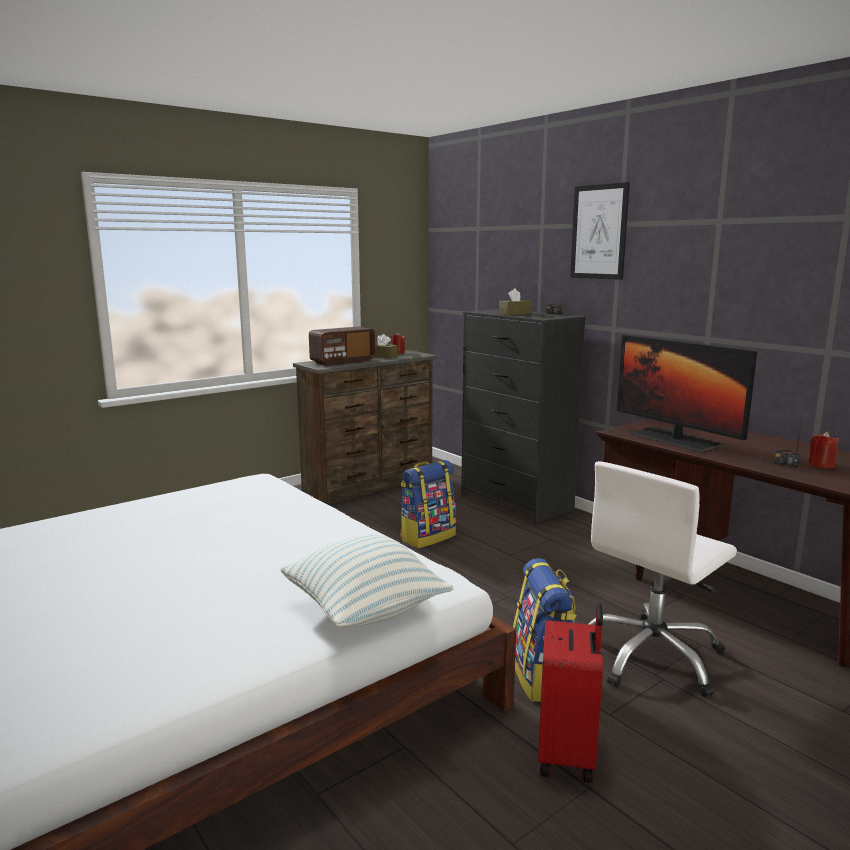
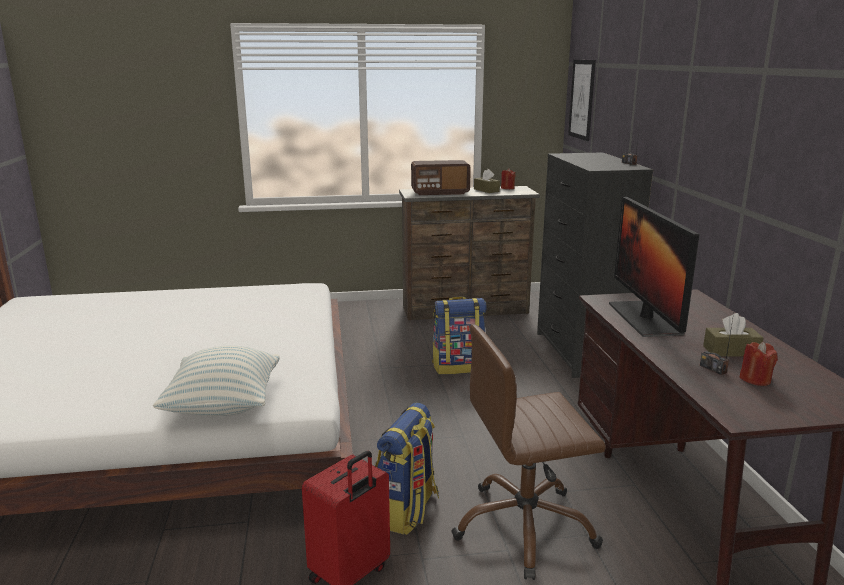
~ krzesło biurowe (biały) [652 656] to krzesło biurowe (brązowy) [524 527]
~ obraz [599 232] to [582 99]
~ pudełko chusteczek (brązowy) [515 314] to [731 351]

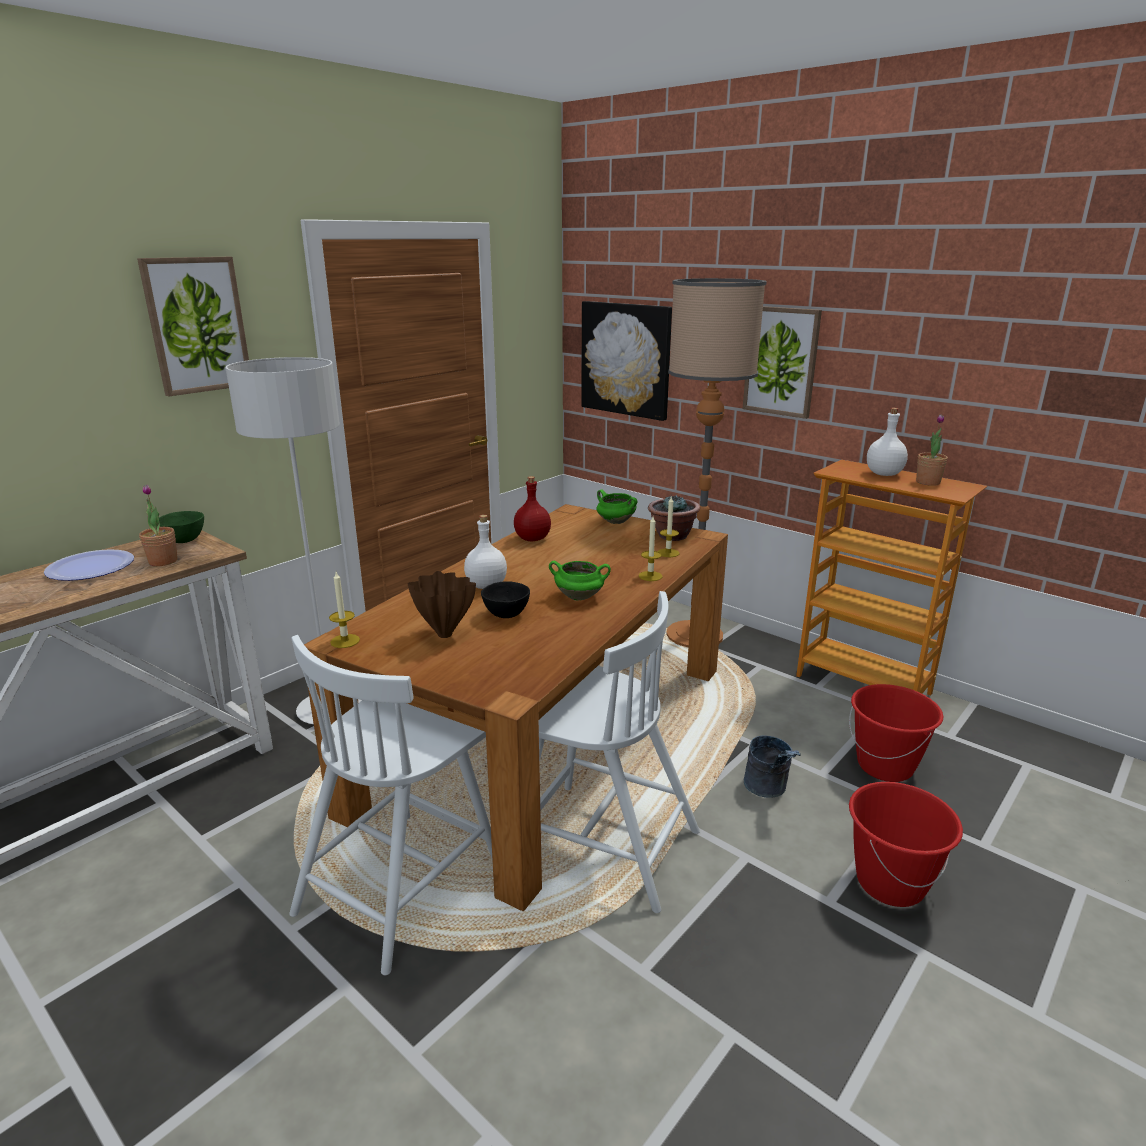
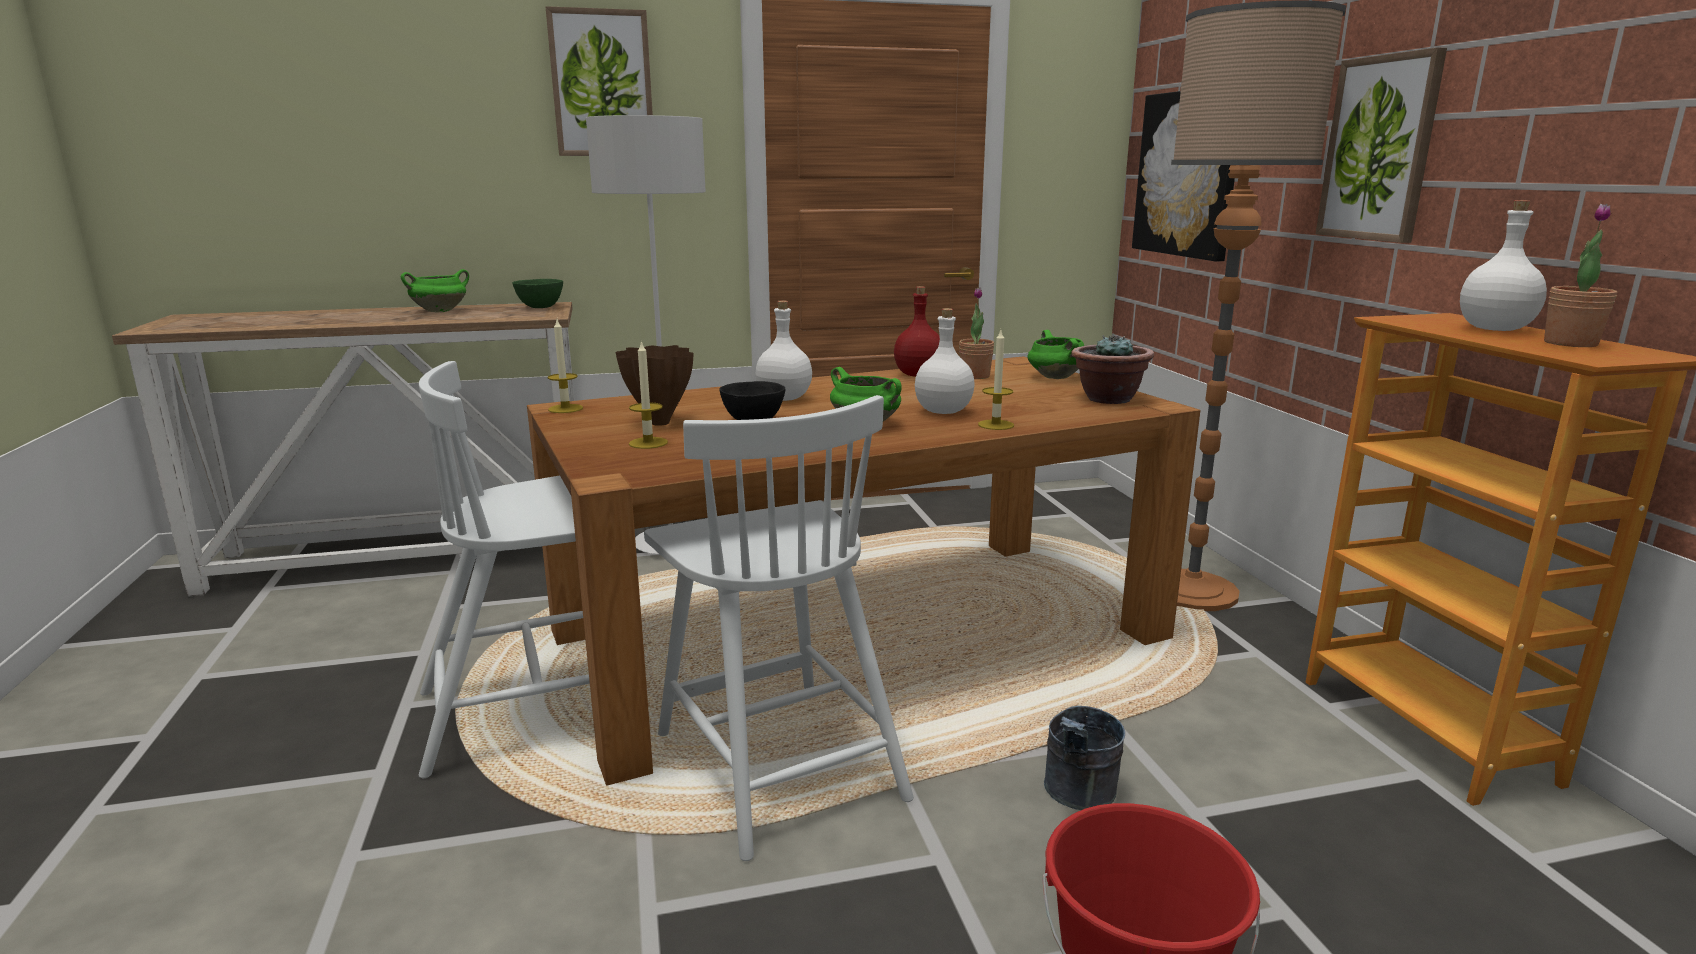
~ talerz [90 567] to garnek (zielony) [440 311]
~ świeca [668 553] to [648 443]
+ butelka (biały) [944 412]
~ roślina doniczkowa [163 561] to [975 376]
- wiadro (czerwony) [885 766]

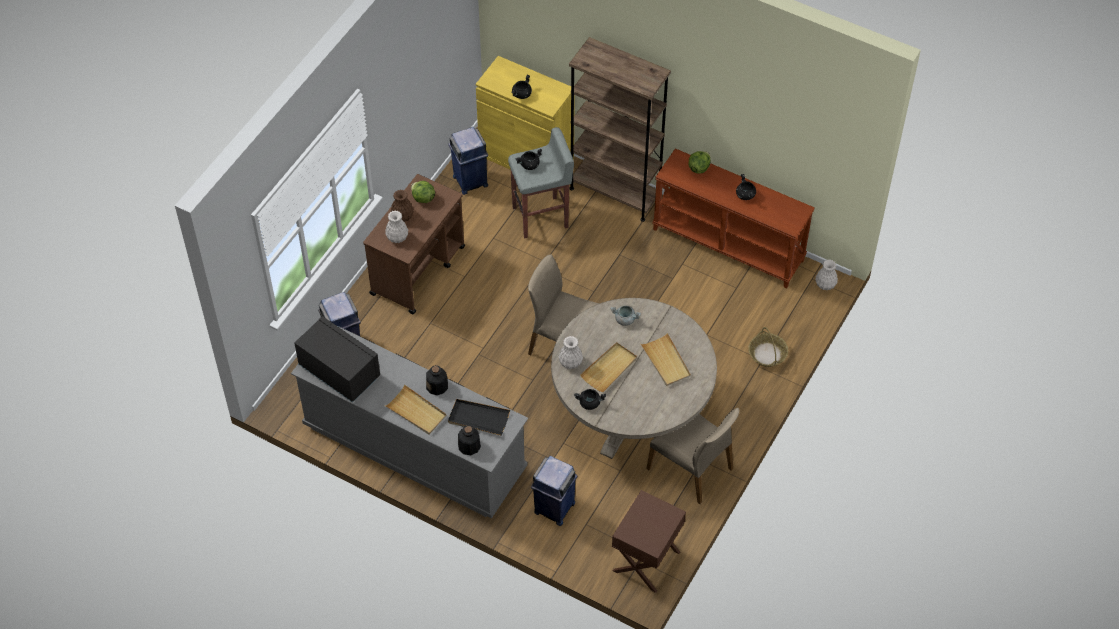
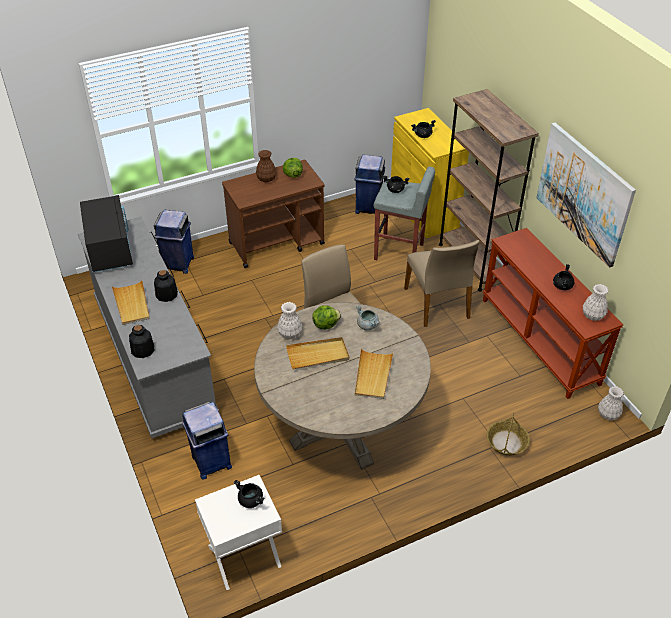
~ szafka nocna (brązowy) [647 562] to szafka nocna (biały) [244 556]
~ garnek (czarny) [589 403] to [251 500]
~ sałata [699 168] to [325 324]
~ krzesło (beżowy) [691 468] to [437 303]
+ obraz [583 193]
~ wazon (biały) [397 237] to [592 315]
- taca (czarny) [478 418]

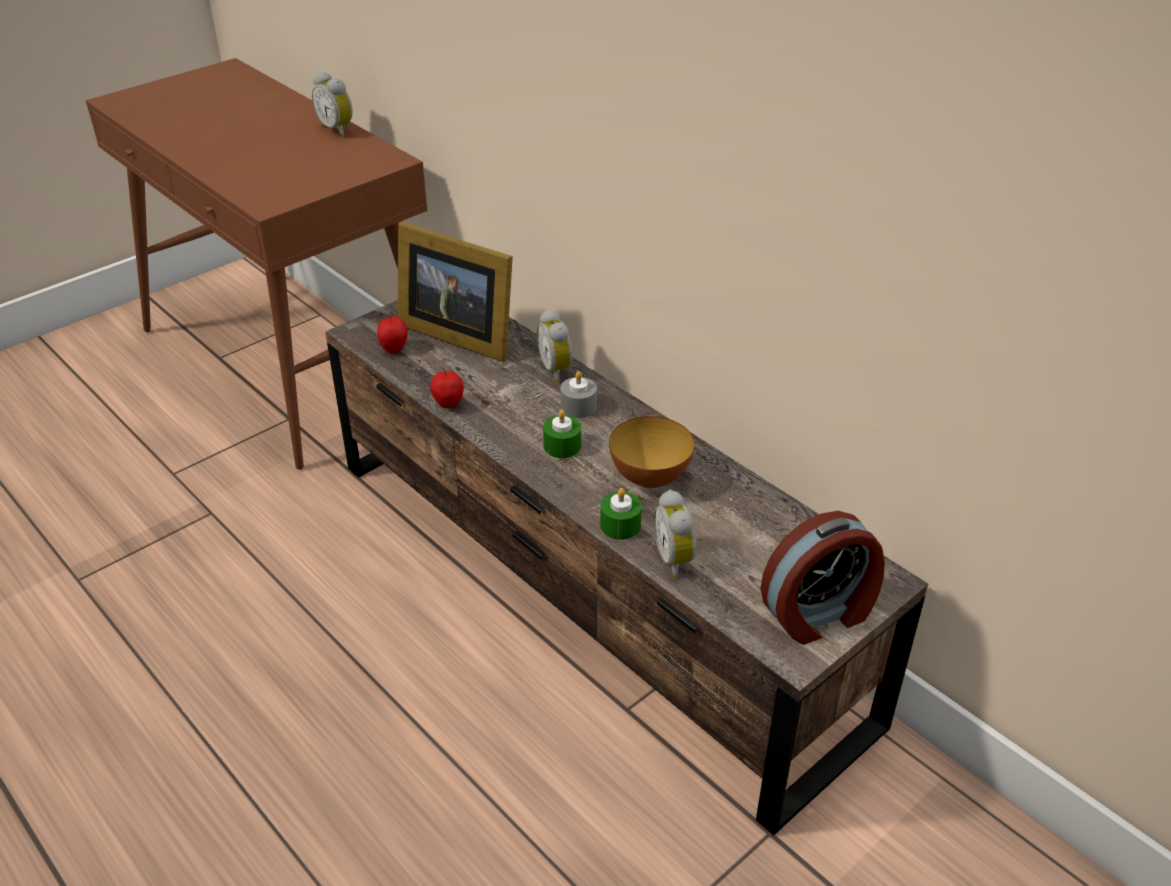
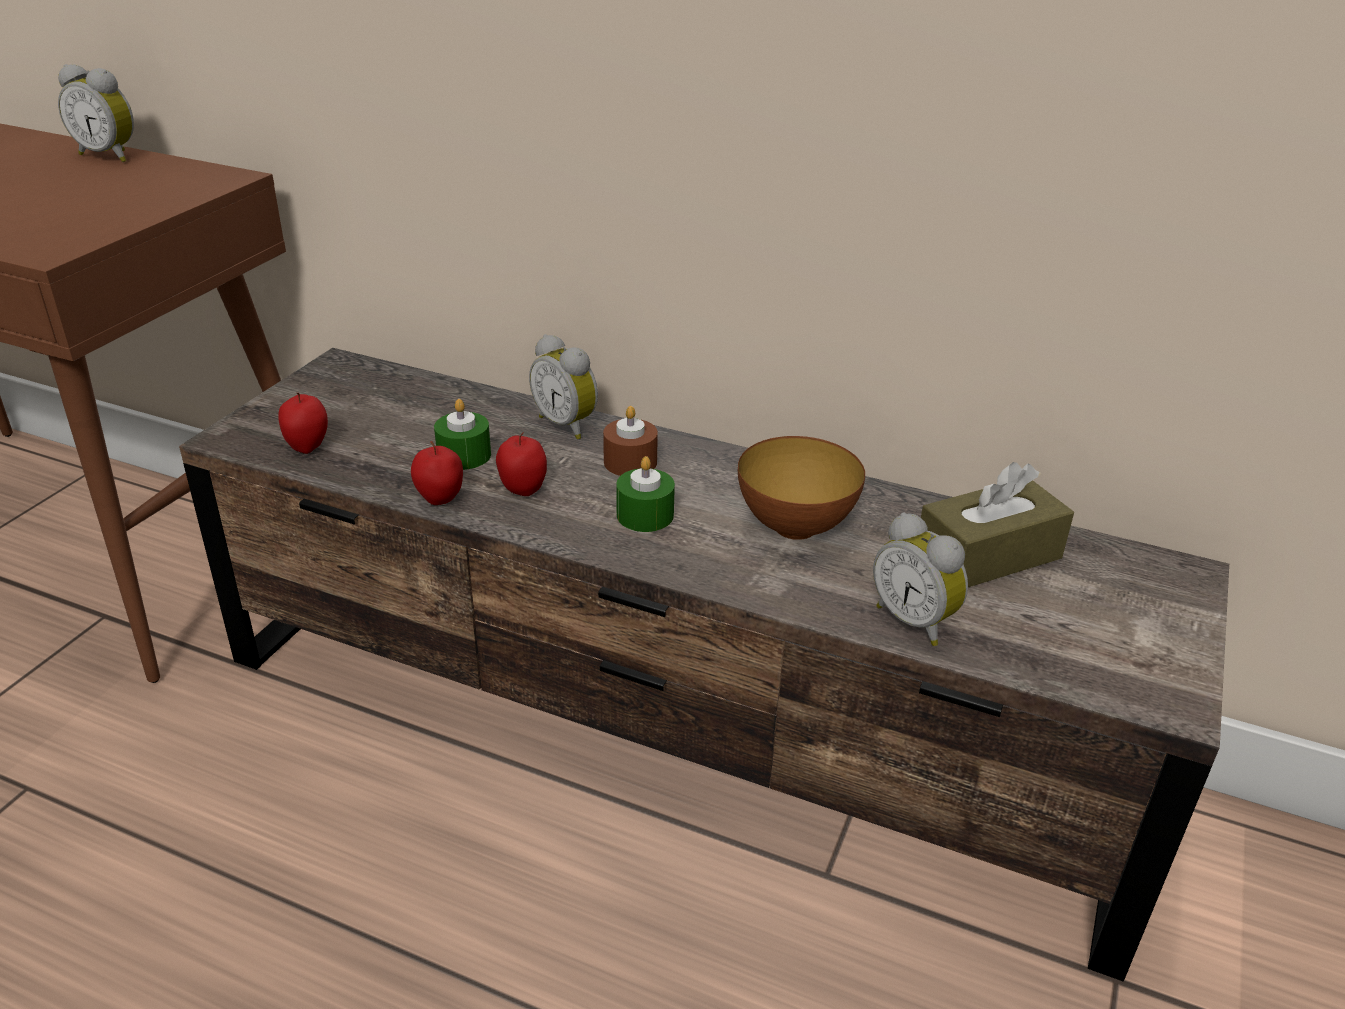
~ świeca (zielony) [620 525] to [464 455]
+ jabłko [523 490]
~ świeca (szary) [578 407] to świeca (brązowy) [630 462]
+ pudełko chusteczek (brązowy) [988 555]
- ramka na zdjęcie [457 333]
- budzik [819 614]

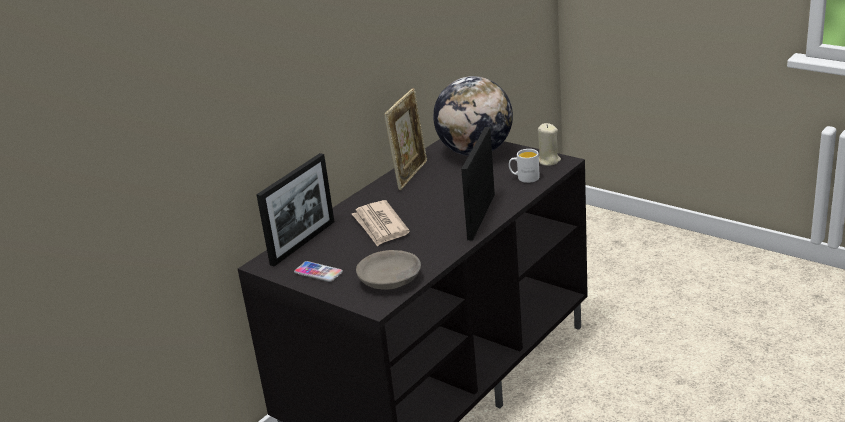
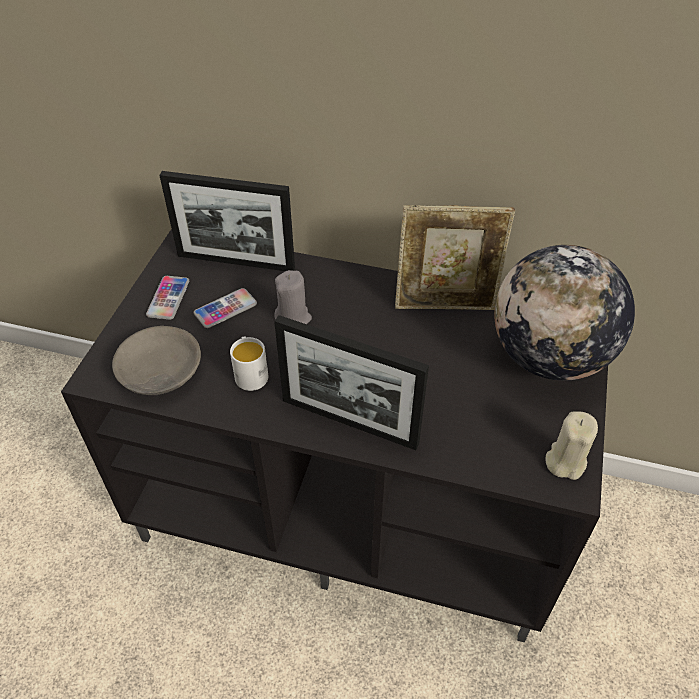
+ telefon [225 309]
~ kubek (biały) [524 178] to [250 373]
~ gazeta [380 226] to świeca (szary) [293 318]
~ ramka na zdjęcie [481 216] = [349 422] 150 degrees counterclockwise

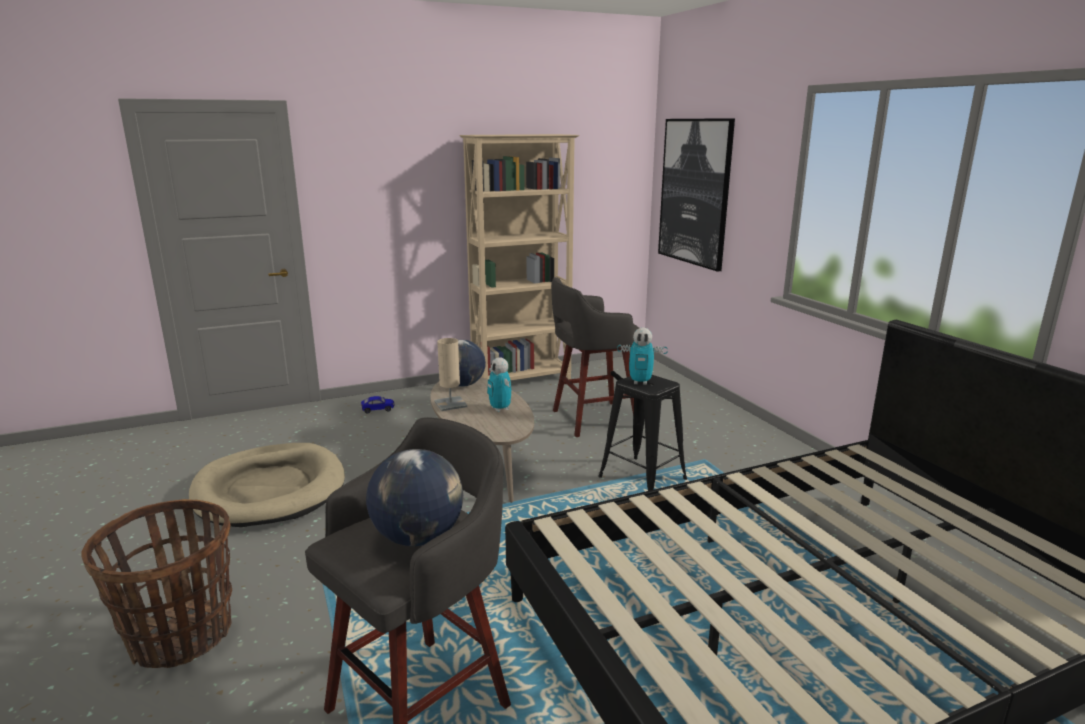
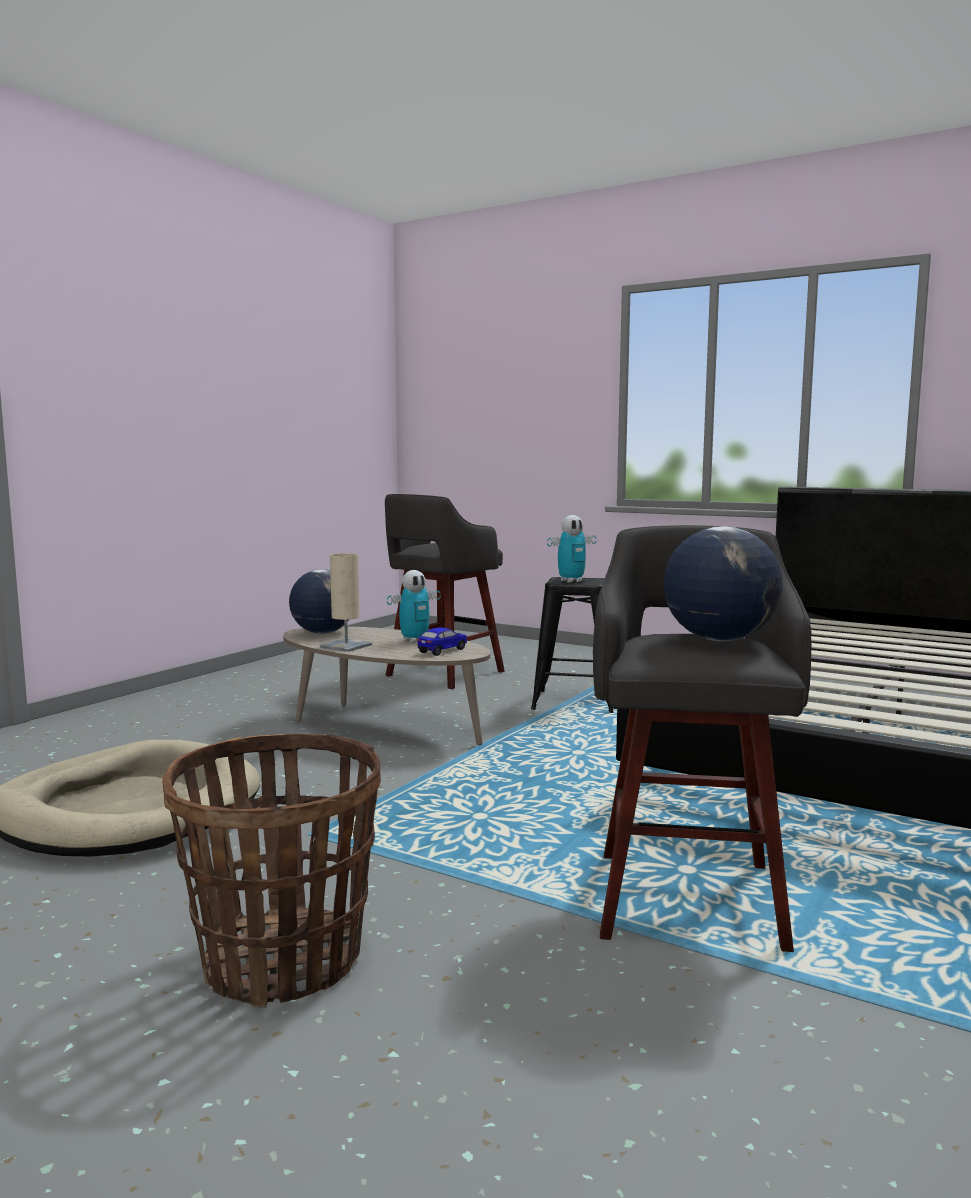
~ robot zabawkowy [500 409] = [414 640] 60 degrees counterclockwise
~ samochodzik [378 410] to [442 651]
- regał (beżowy) [522 379]
- obraz [694 192]

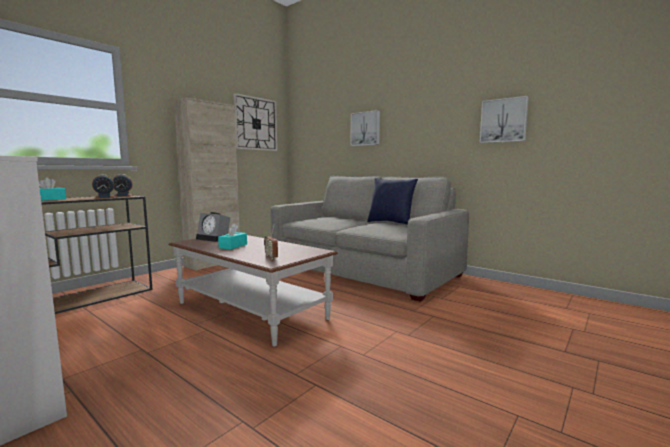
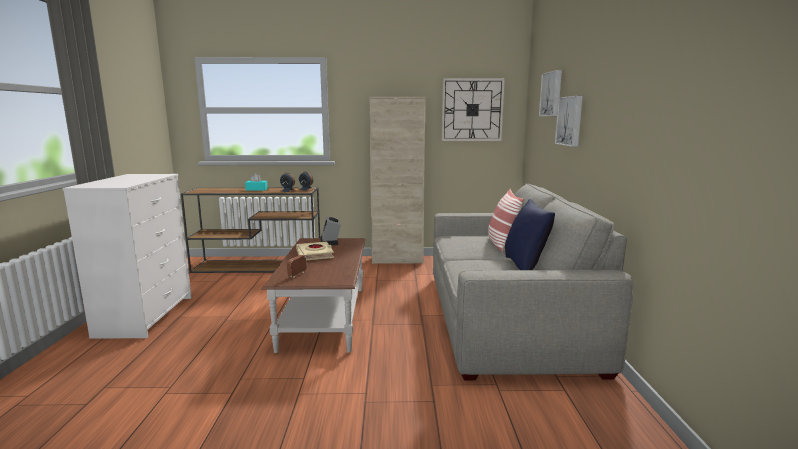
~ pudełko chusteczek (turkusowy) [233 246] to książka (beżowy) [315 254]
+ poduszka [502 244]
~ obraz [503 120] to [552 94]

